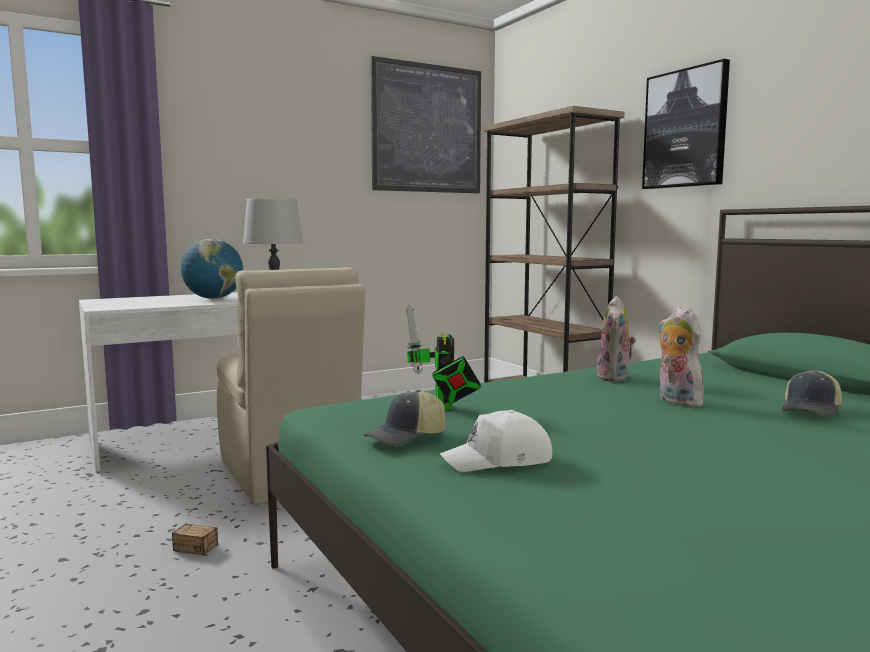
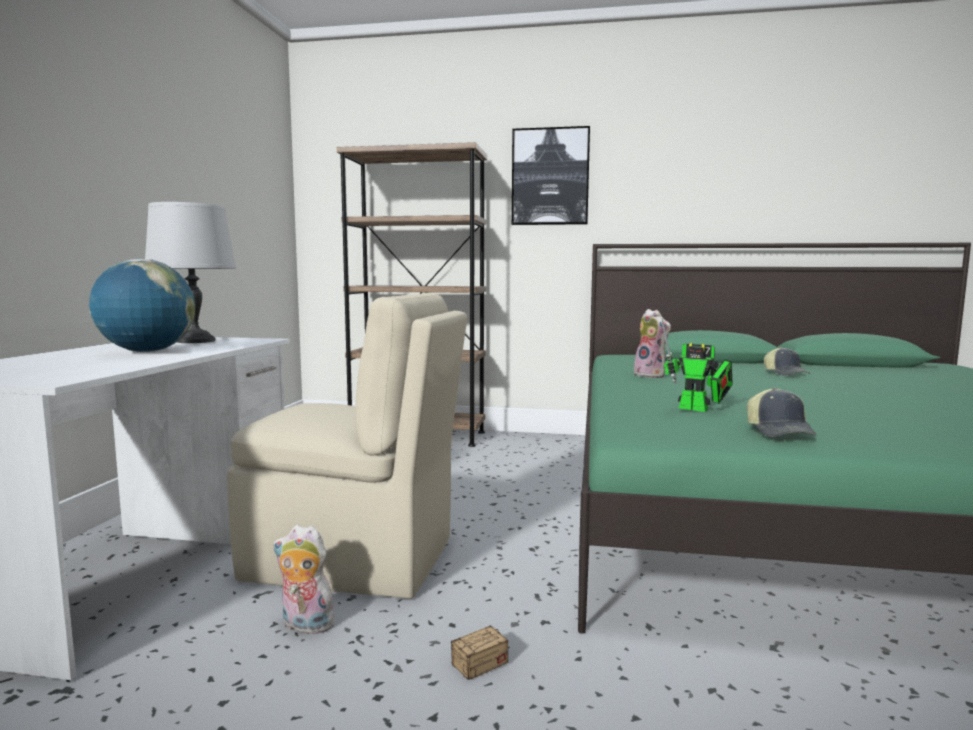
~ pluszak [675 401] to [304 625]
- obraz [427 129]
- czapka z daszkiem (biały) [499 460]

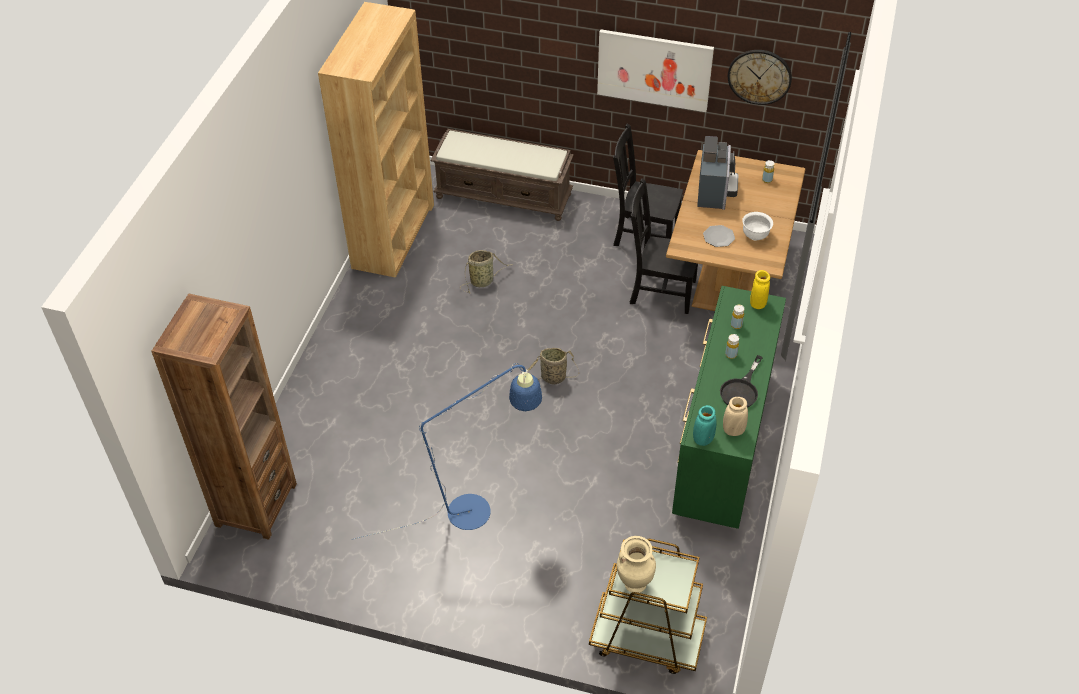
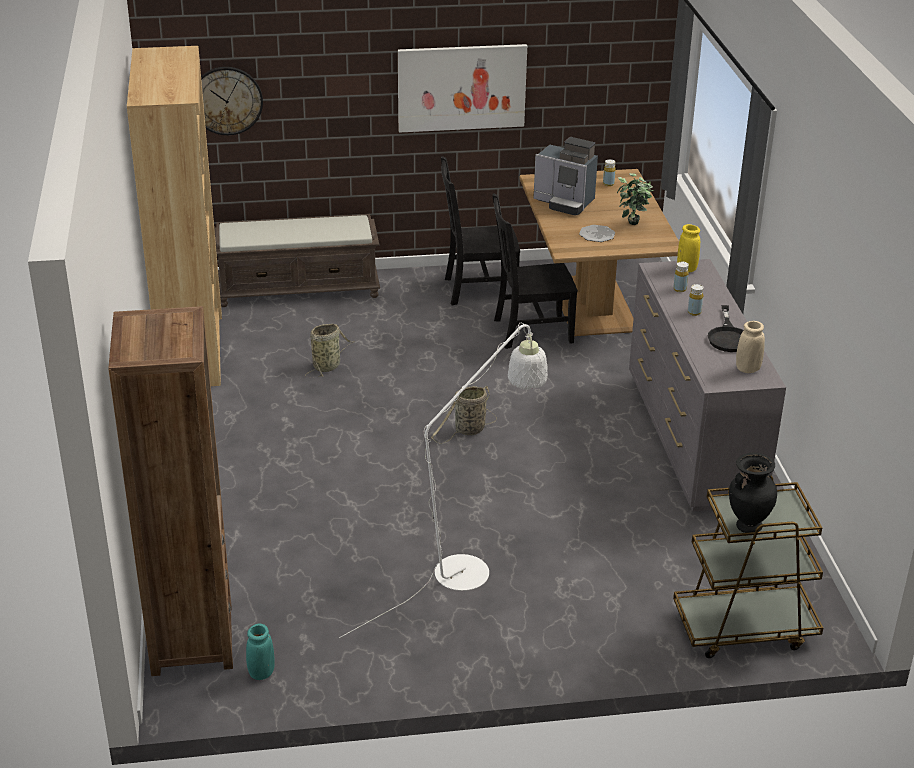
~ zegar ścienny [759 76] to [226 100]
~ wazon (turkusowy) [703 439] to [261 673]
~ lampa stojąca (niebieski) [480 508] to lampa stojąca (biały) [473 566]
~ ekspres do kawy [715 192] = [565 202] 135 degrees clockwise
~ miska (biały) [755 235] to roślina doniczkowa [632 226]
~ komoda (zielony) [722 445] to komoda (szary) [692 441]
~ wazon (beżowy) [634 584] to wazon (czarny) [747 526]

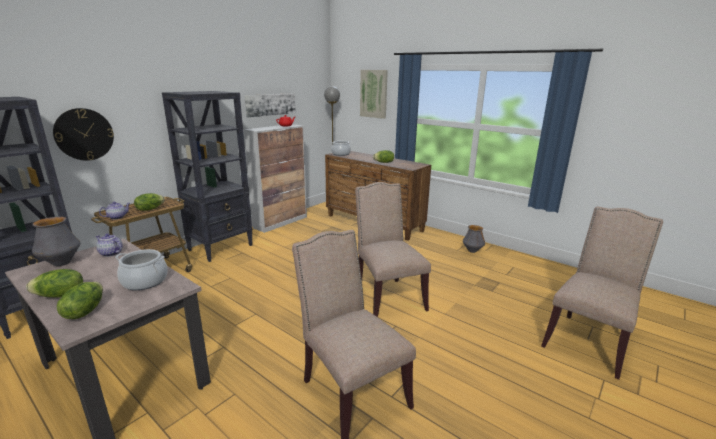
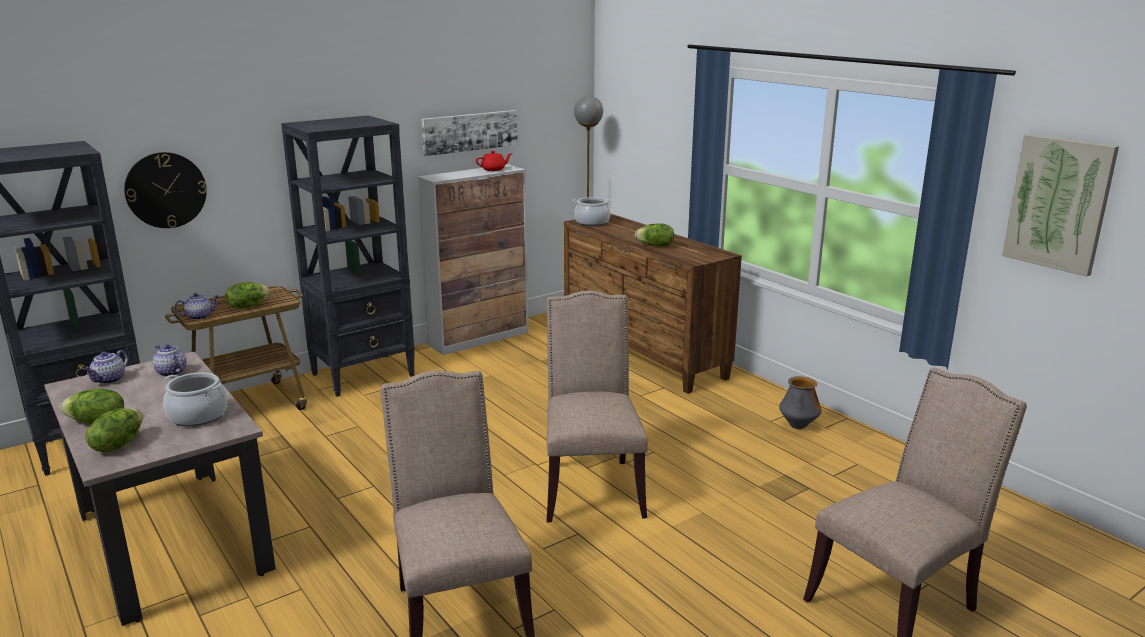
~ wazon [61 263] to imbryk [109 380]
~ obraz [374 94] to [1059 203]

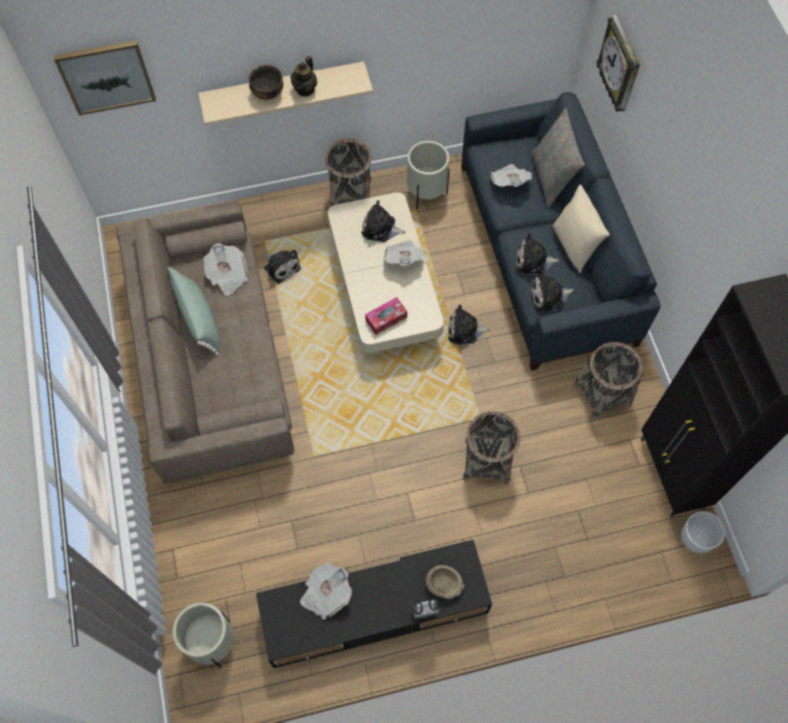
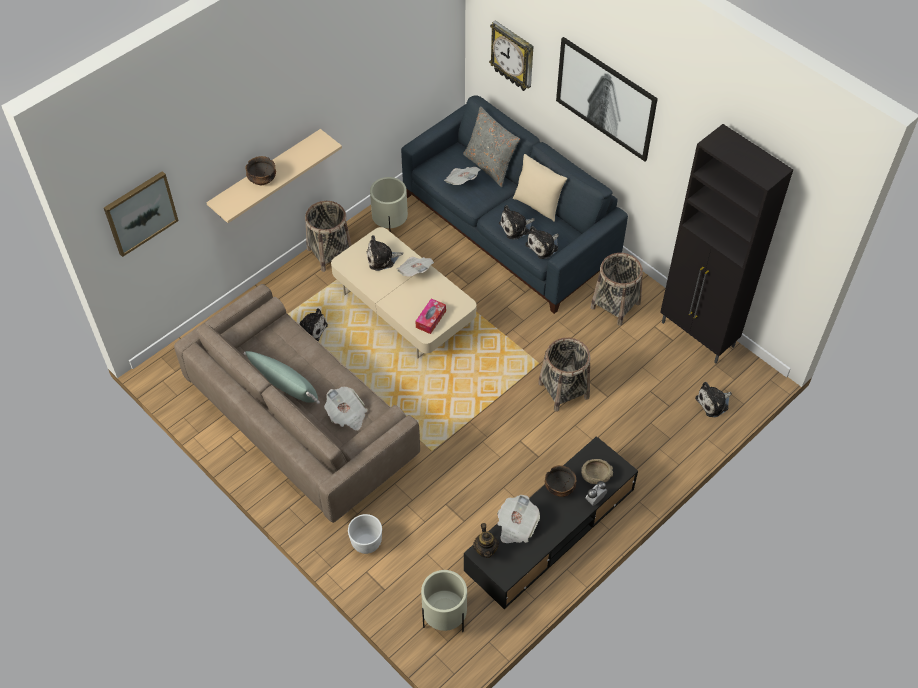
~ gazeta [227 275] to [347 415]
~ donica (biały) [695 539] to [366 543]
~ imbryk [305 89] to [486 550]
+ miska [559 488]
+ obraz [605 98]
~ pluszak [465 330] to [714 403]

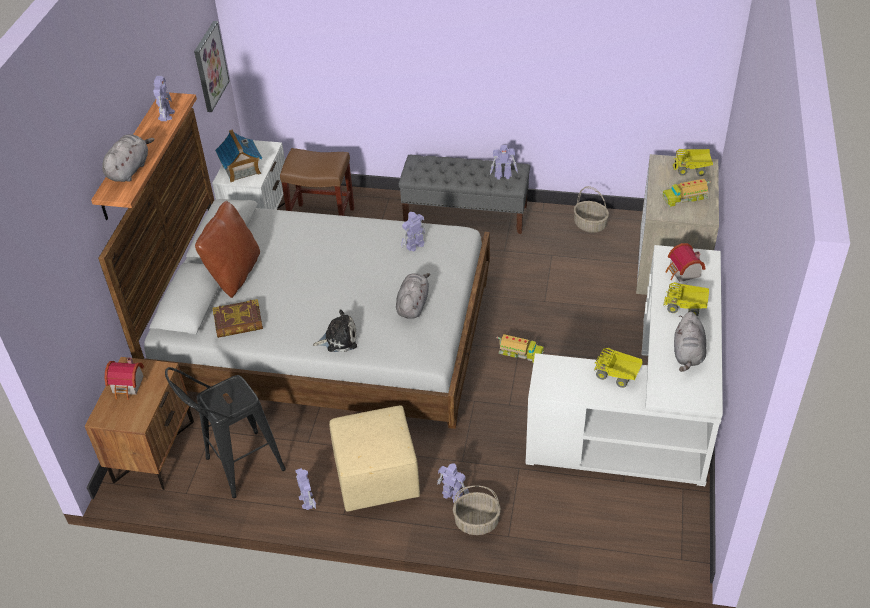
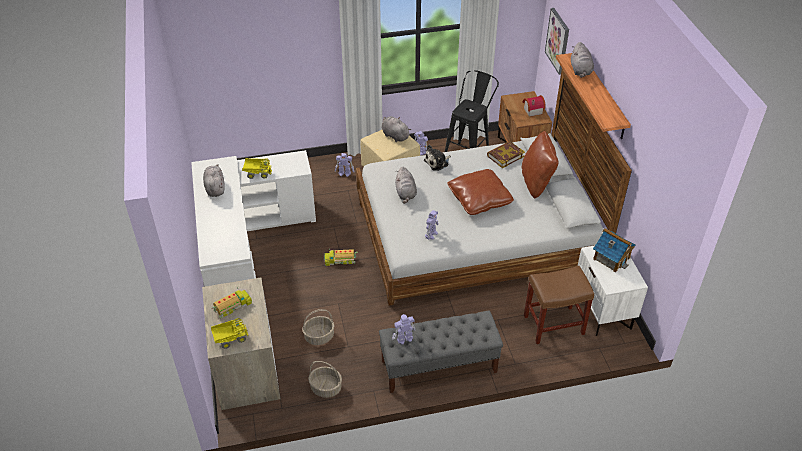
~ koszyk [476 522] to [319 336]
+ pluszak (szary) [394 135]
+ poduszka (brązowy) [479 199]
~ obraz [210 66] to [558 41]
- robot zabawkowy [166 115]
- ciężarówka zabawkowa [686 308]
- domek [683 273]

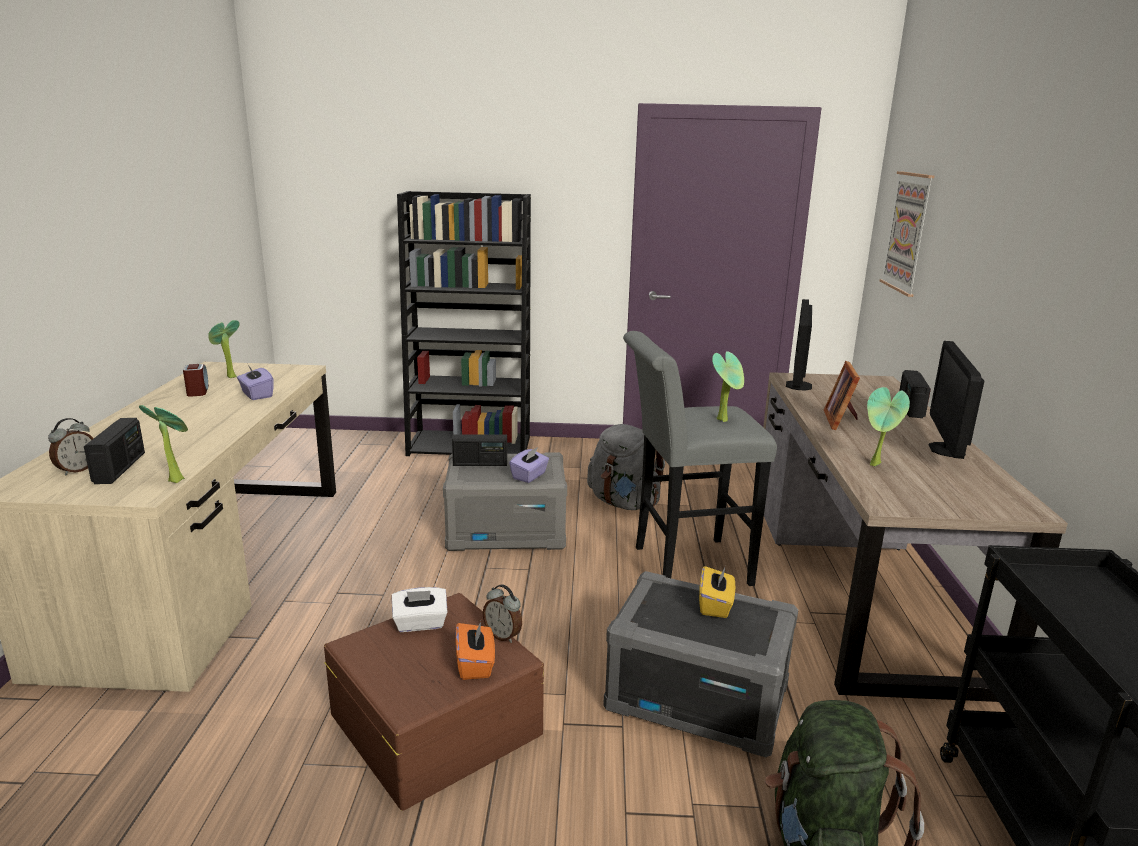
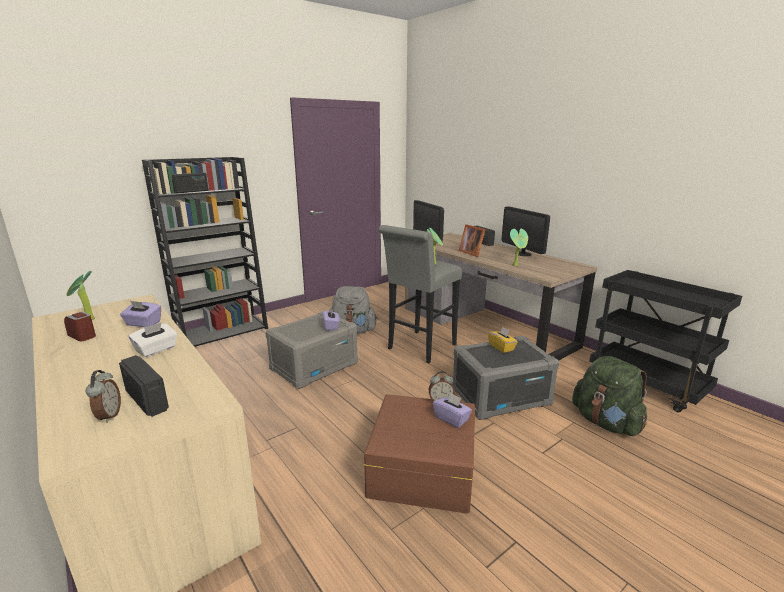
~ pudełko chusteczek (biały) [420 624] to [156 350]
~ radio [480 463] to [191 191]
~ pudełko chusteczek (pomarańczowy) [475 664] to pudełko chusteczek (fioletowy) [451 419]
- roślina doniczkowa [176 479]
- obraz [907 232]

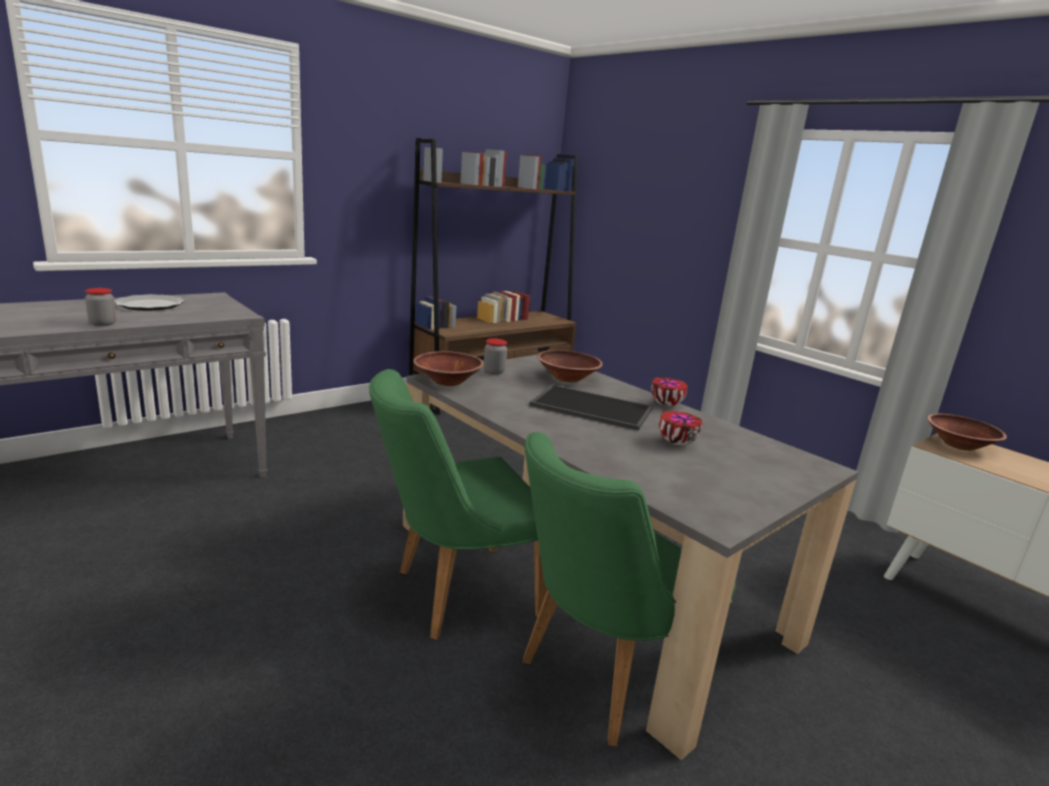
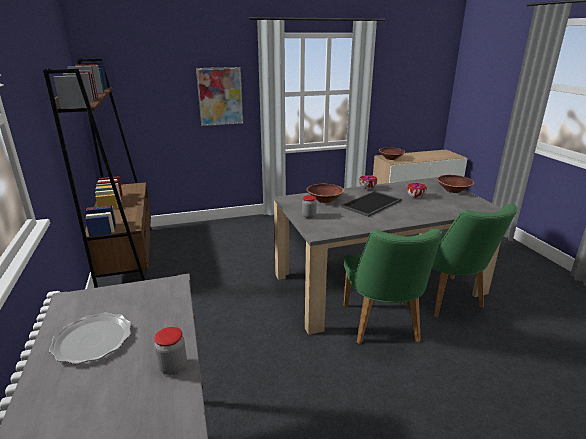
+ obraz [220 96]
~ miska (brązowy) [448 381] to [453 190]

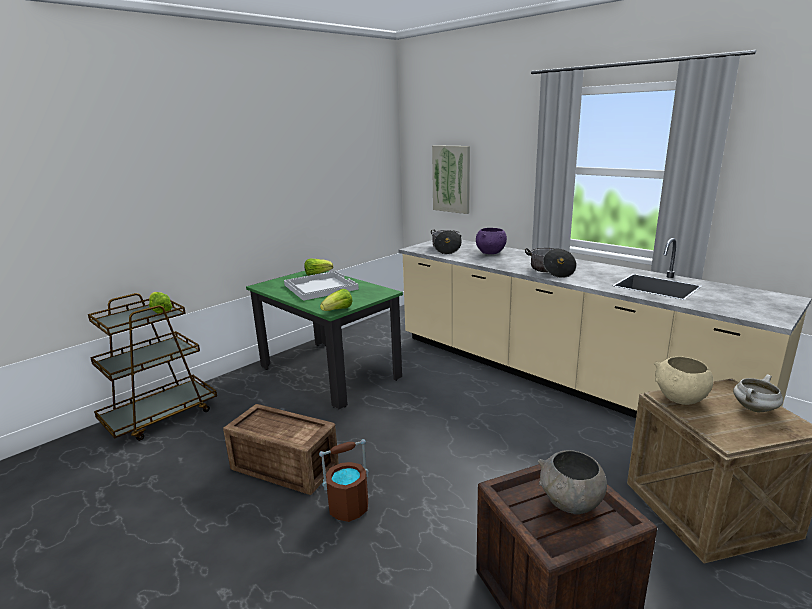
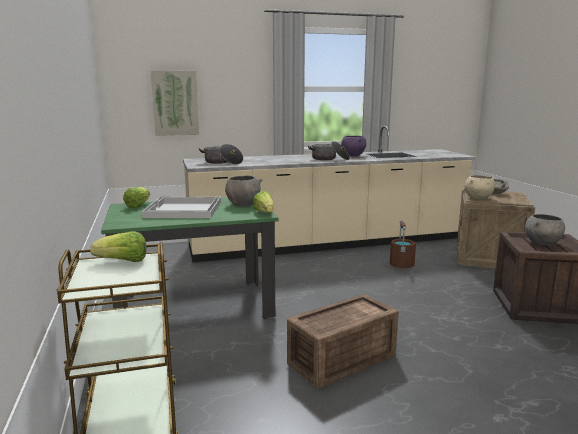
+ miska (szary) [243 204]
~ miska (fioletowy) [491 253] to [353 155]
~ wiadro (brązowy) [349 507] to [401 265]

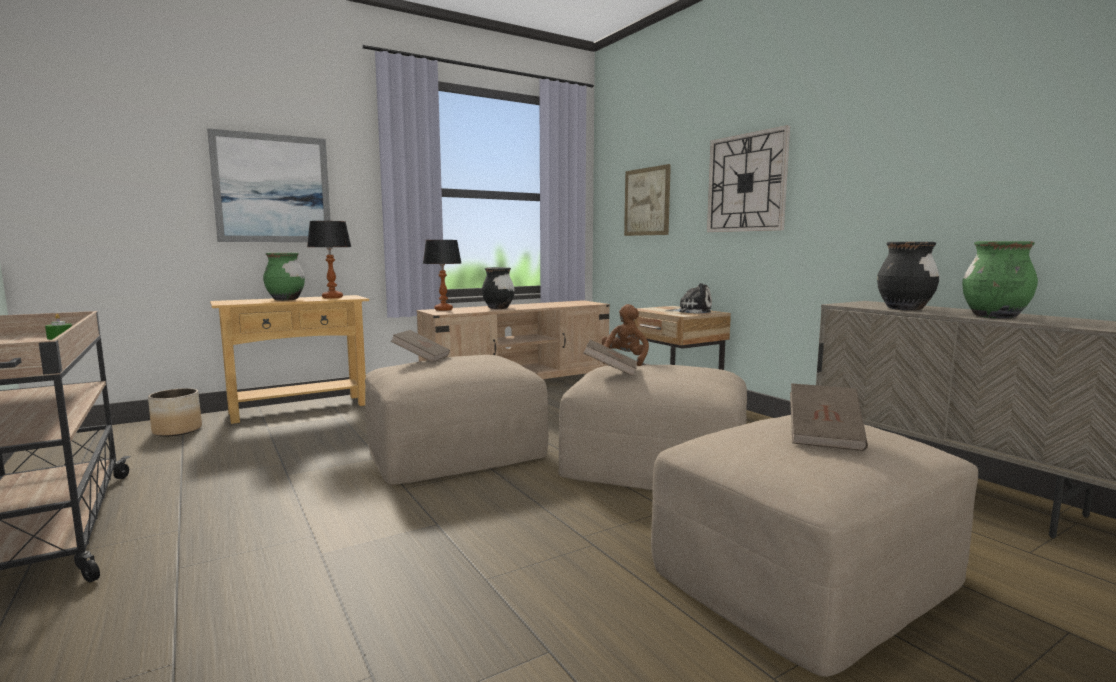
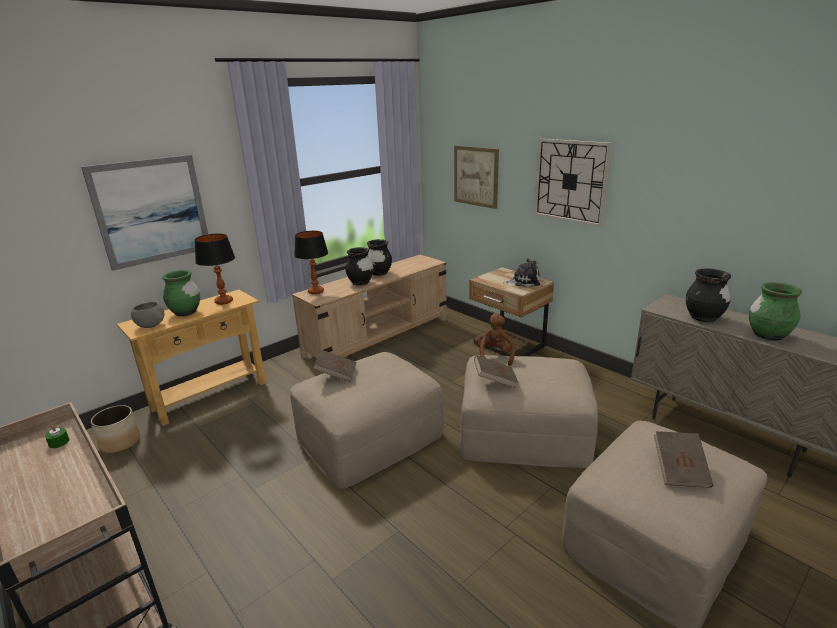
+ miska (szary) [150 325]
+ wazon (czarny) [379 273]

